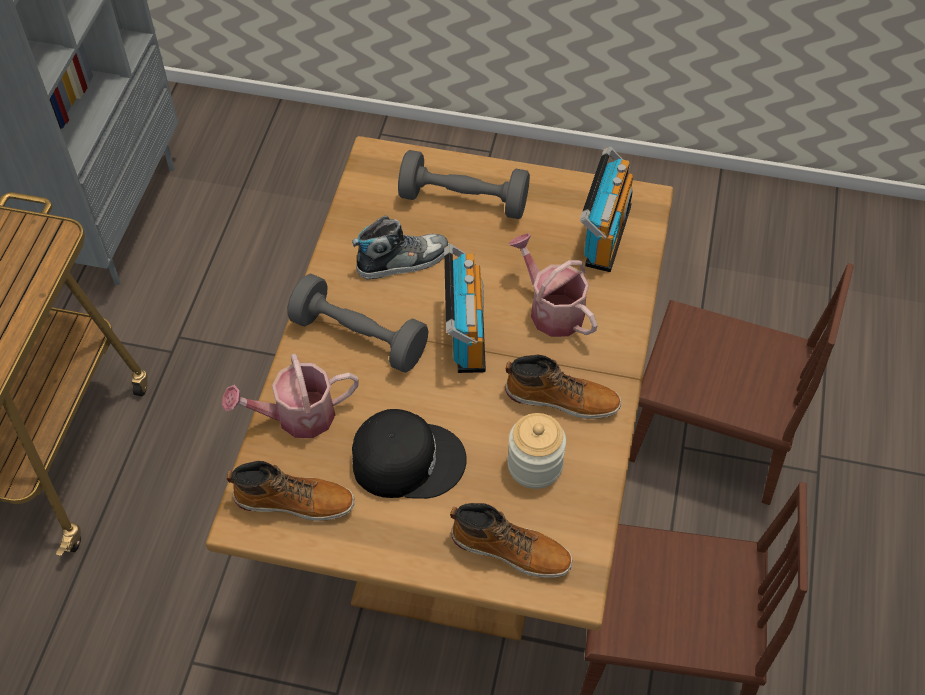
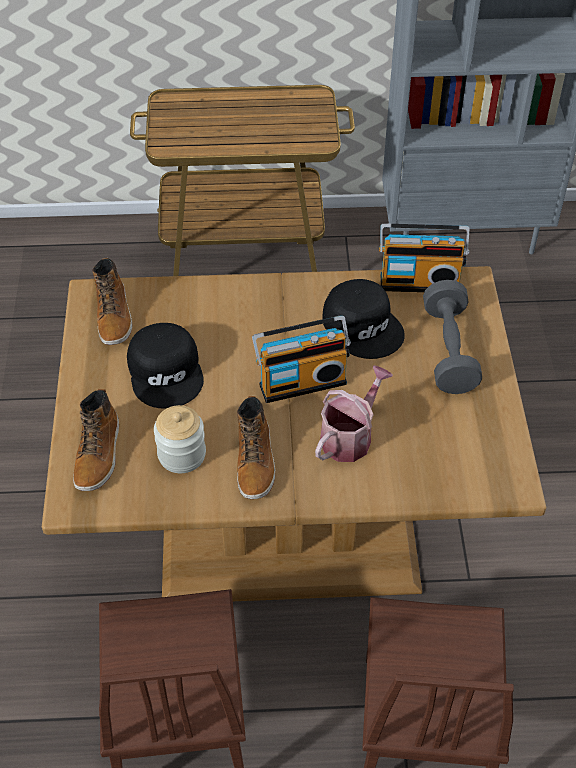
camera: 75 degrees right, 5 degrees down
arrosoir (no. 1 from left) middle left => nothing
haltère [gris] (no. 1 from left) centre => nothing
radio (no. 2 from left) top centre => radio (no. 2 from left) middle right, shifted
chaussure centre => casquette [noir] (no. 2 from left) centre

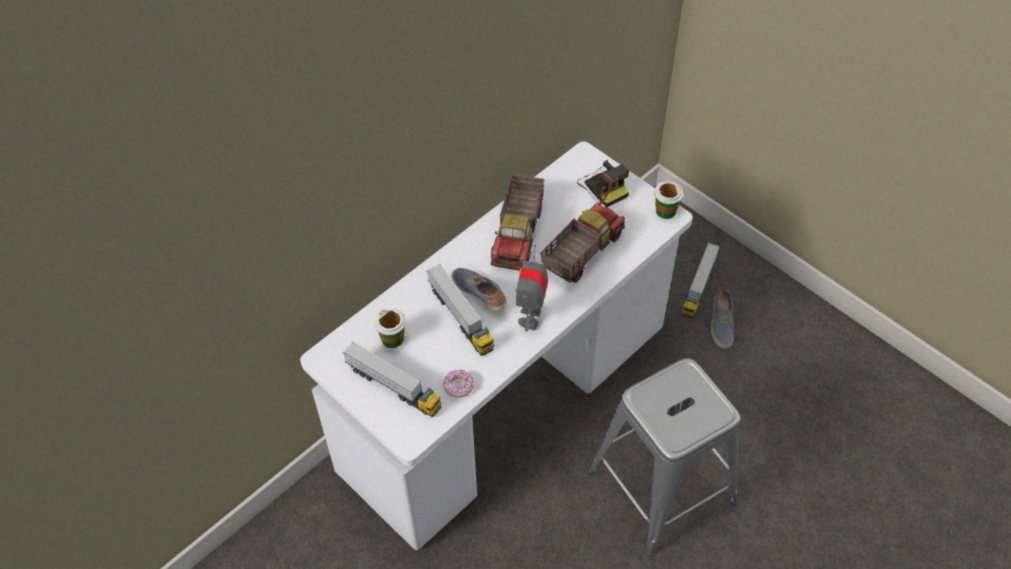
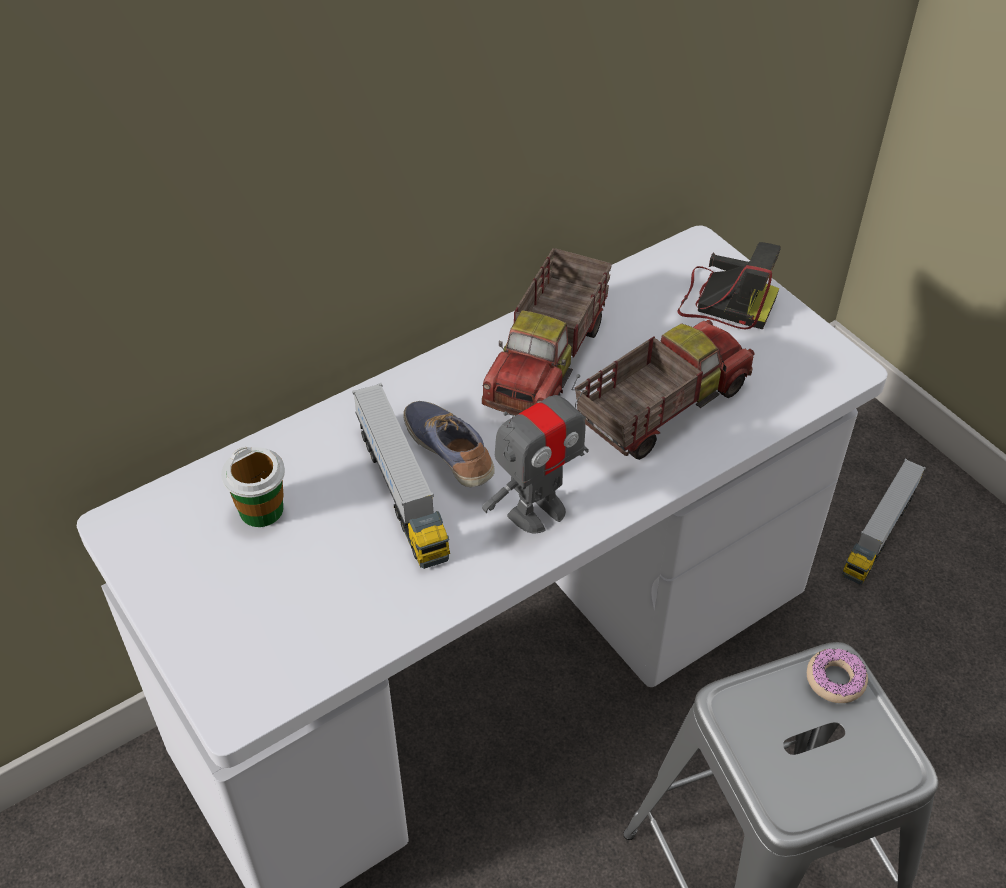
camera: 10 degrees right, 5 degrees down
camion jouet (no. 1 from left) centre => nothing
tasse (no. 2 from left) centre => nothing
chaussure (no. 2 from left) middle right => nothing
beignet bottom centre => beignet bottom right, shifted
robot jouet centre, 150 degrees counterclockwise
appareil photo top centre => appareil photo top right, 45 degrees counterclockwise

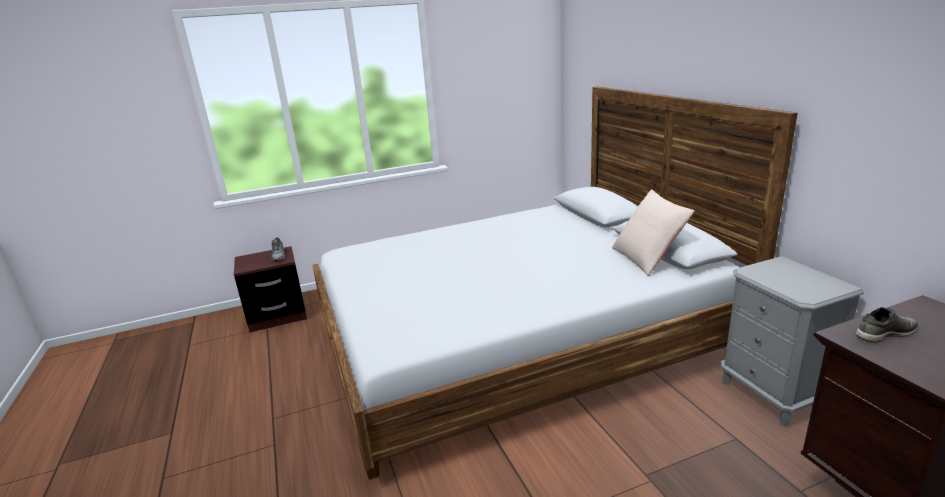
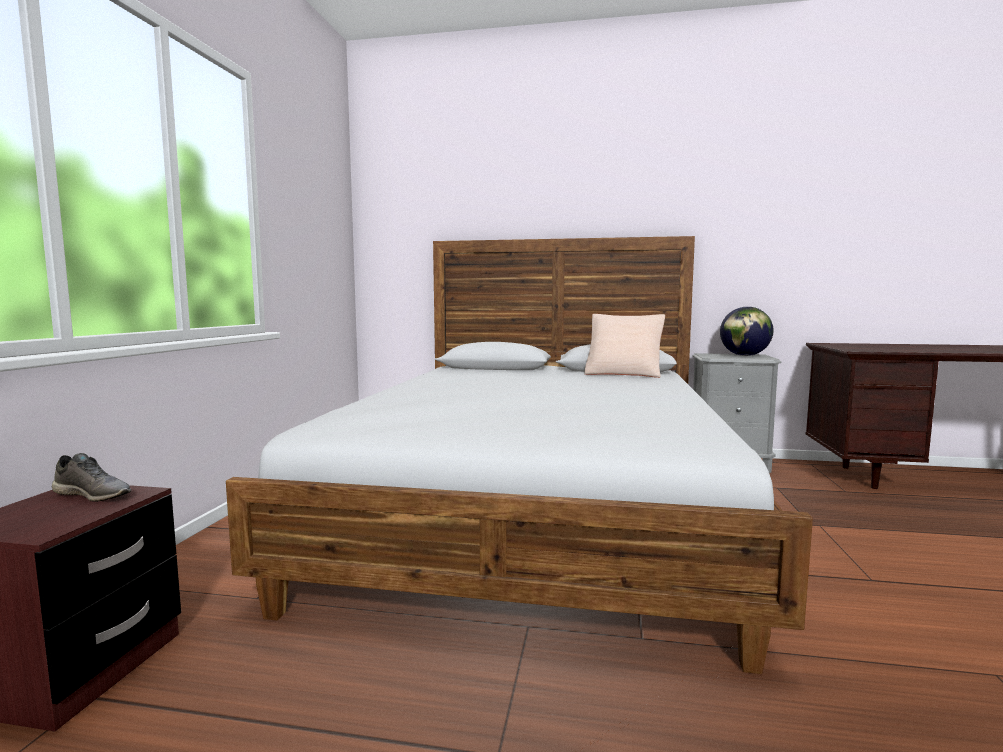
camera: 60 degrees left, 15 degrees down
chaussure [gris] (no. 2 from left) middle right => nothing
nothing => globe middle right

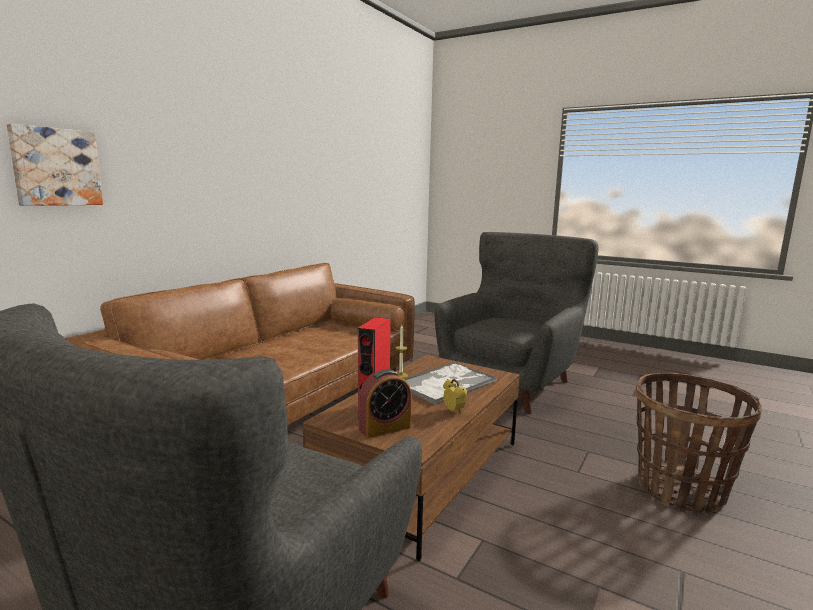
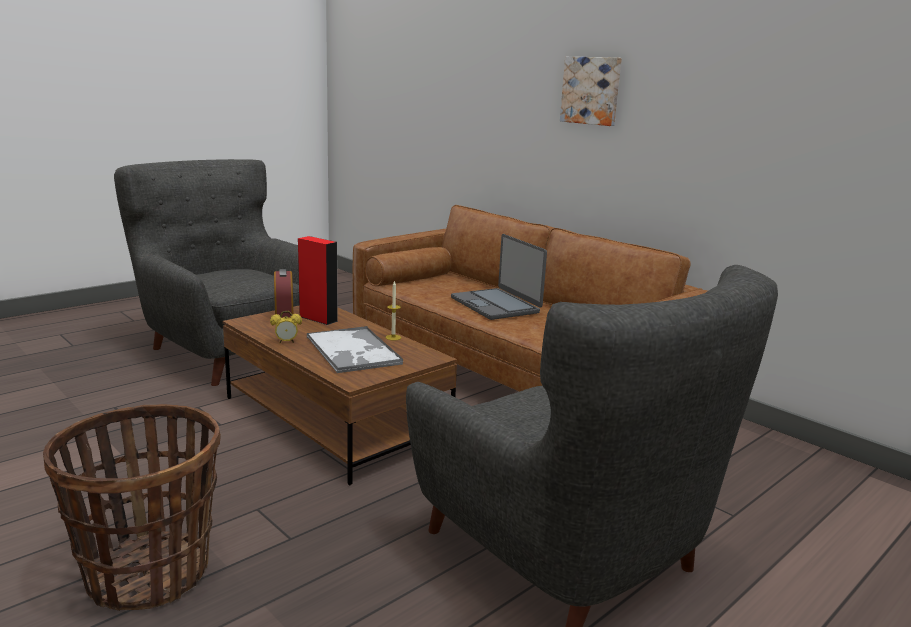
camera: 105 degrees right, 5 degrees up
nothing => ordinateur portable centre
tableau top left => tableau top centre, shifted

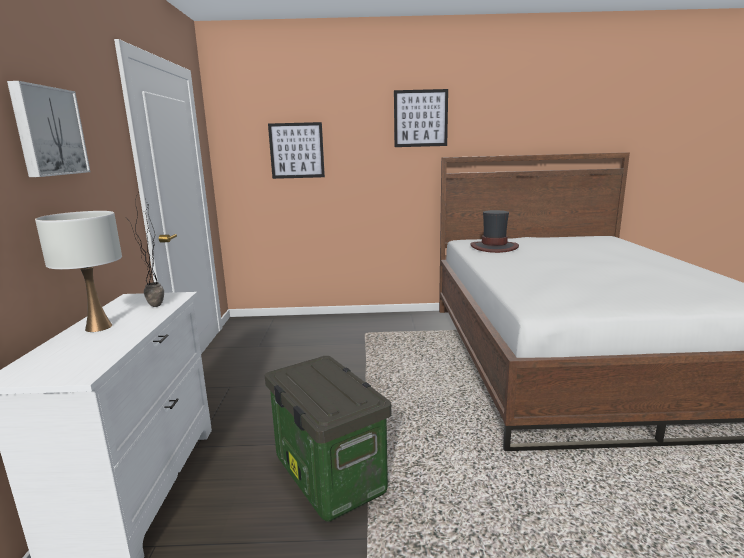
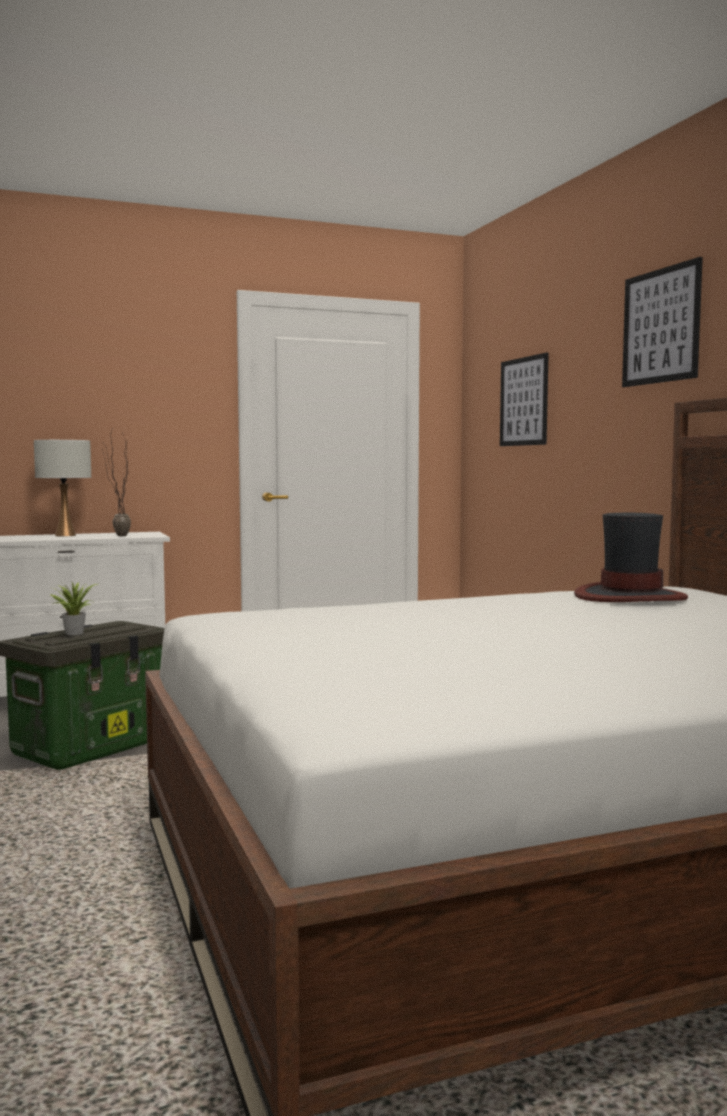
camera: 70 degrees right, 10 degrees down
tableau (no. 1 from left) top left => nothing
nothing => plante en pot (no. 1 from left) middle left

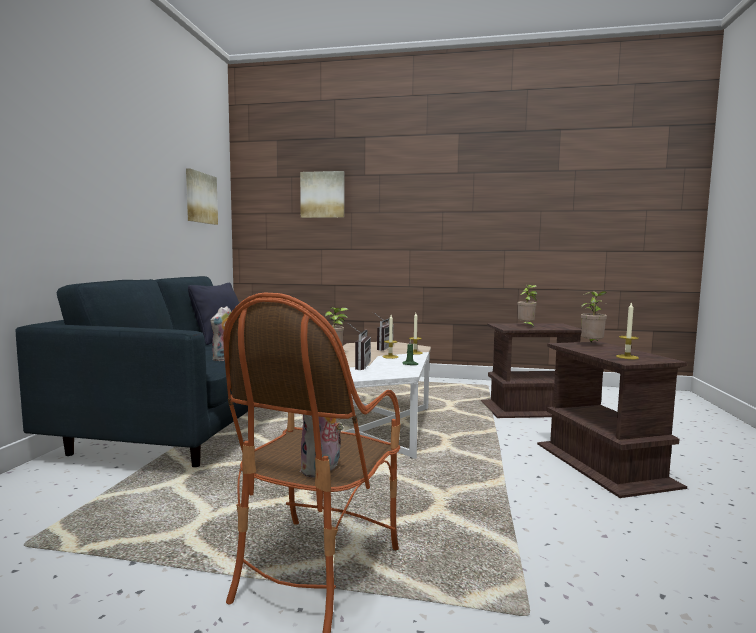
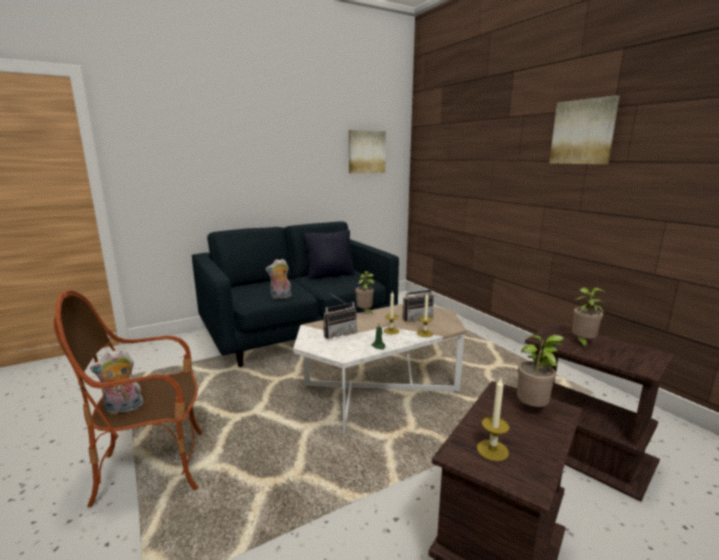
camera: 50 degrees right, 10 degrees up
tableau (no. 2 from left) top centre => tableau (no. 2 from left) top right, shifted

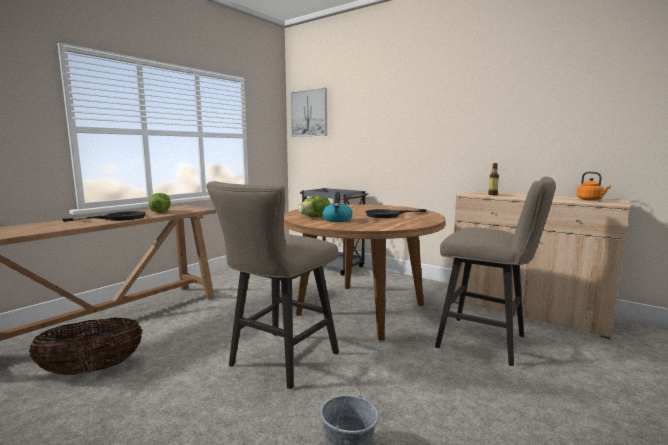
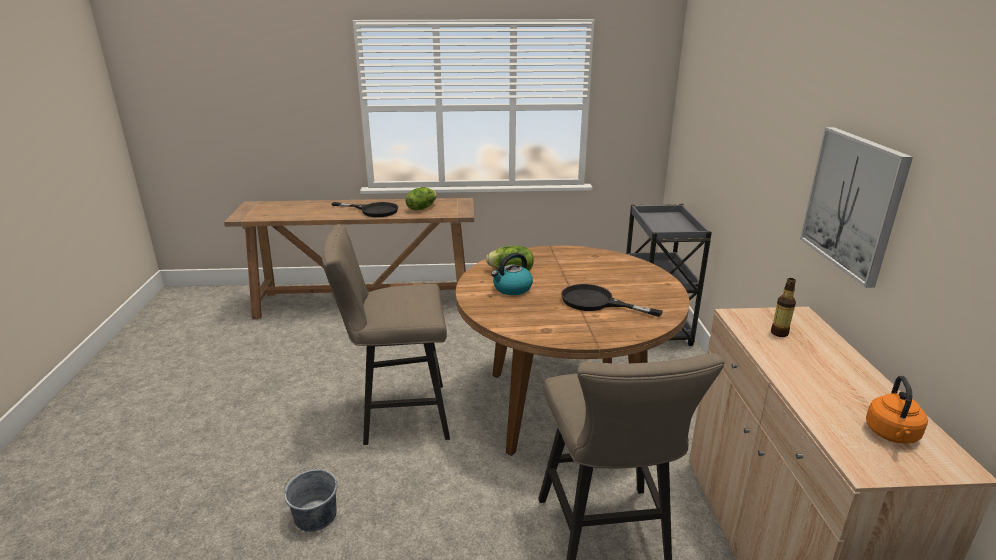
camera: 50 degrees right, 15 degrees up
panier bottom left => nothing
tableau top centre => tableau middle right, shifted

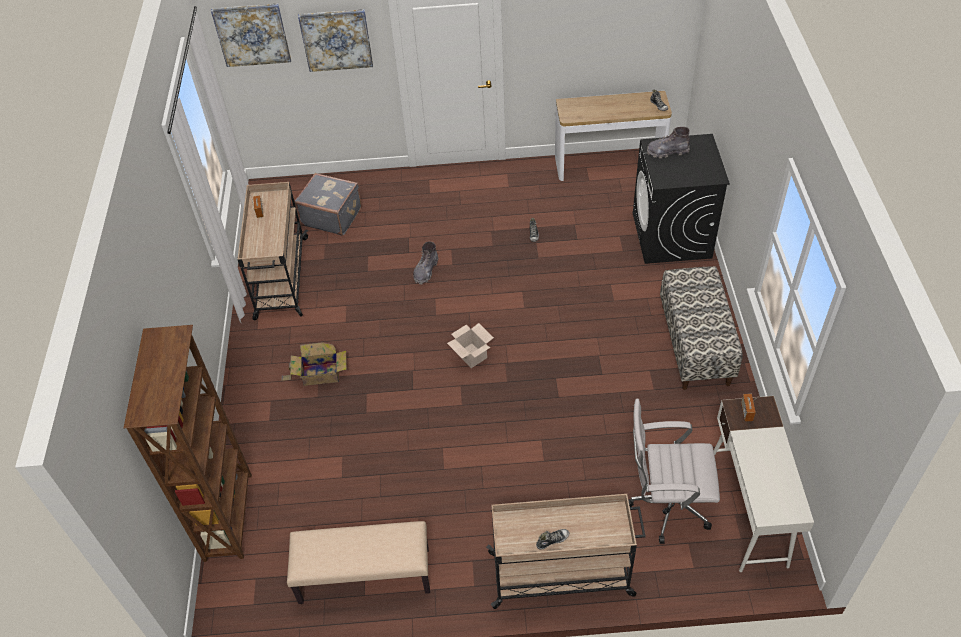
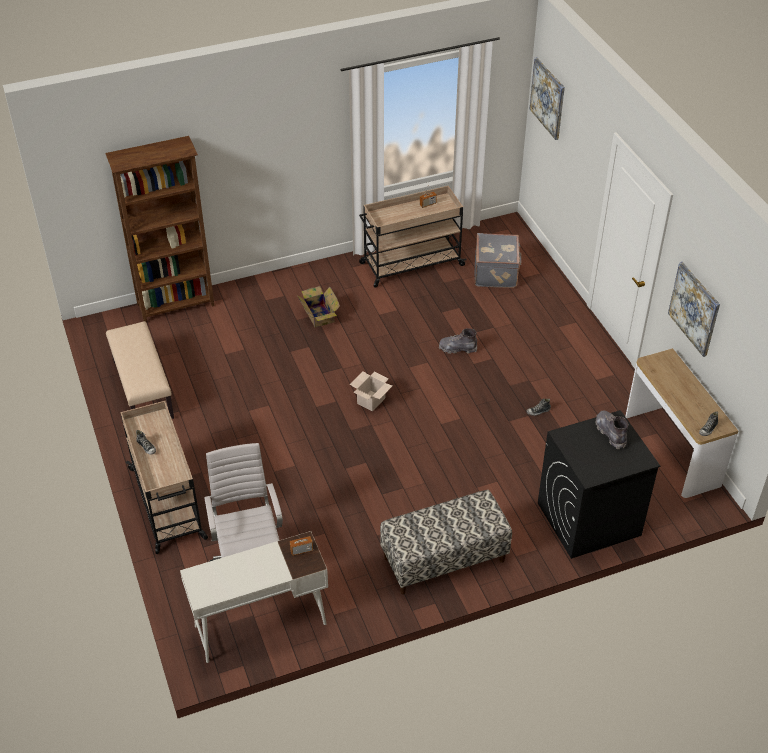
camera: 70 degrees right, 5 degrees down
tableau (no. 2 from left) top centre => tableau (no. 2 from left) middle right, shifted

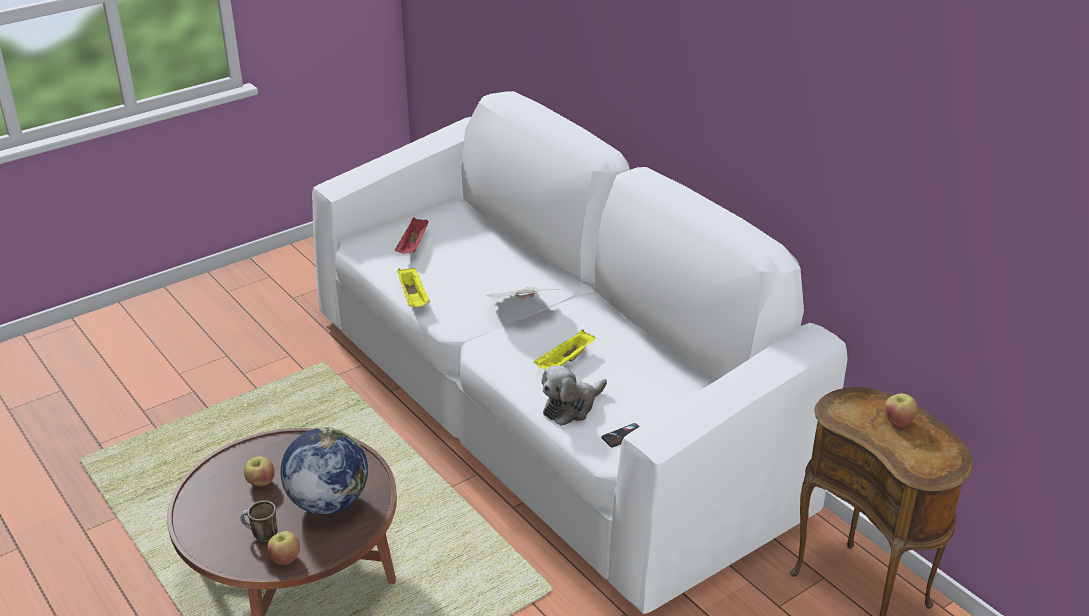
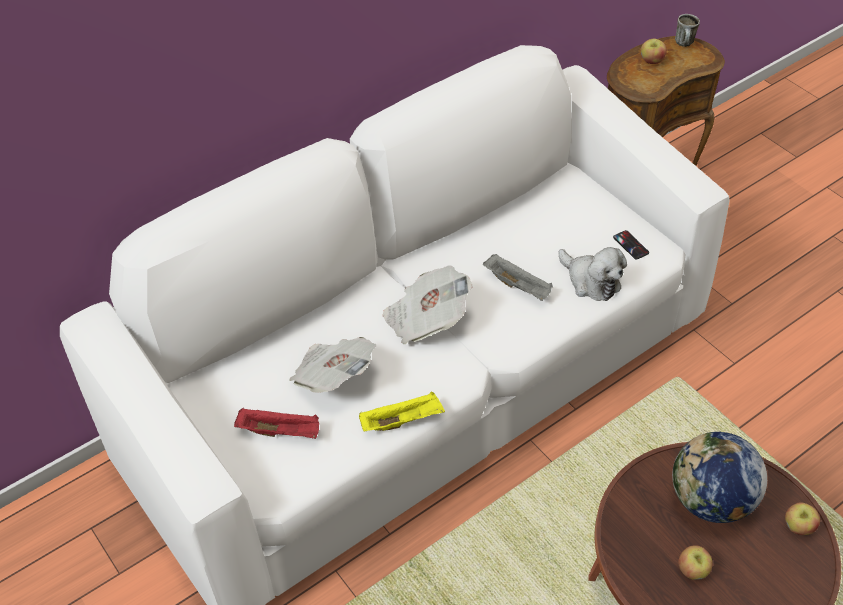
camera: 90 degrees left, 15 degrees up
nothing => journal (no. 1 from left) centre
mug bottom left => mug top right, shifted
plateau [jaune] (no. 2 from left) centre => plateau [gris] centre

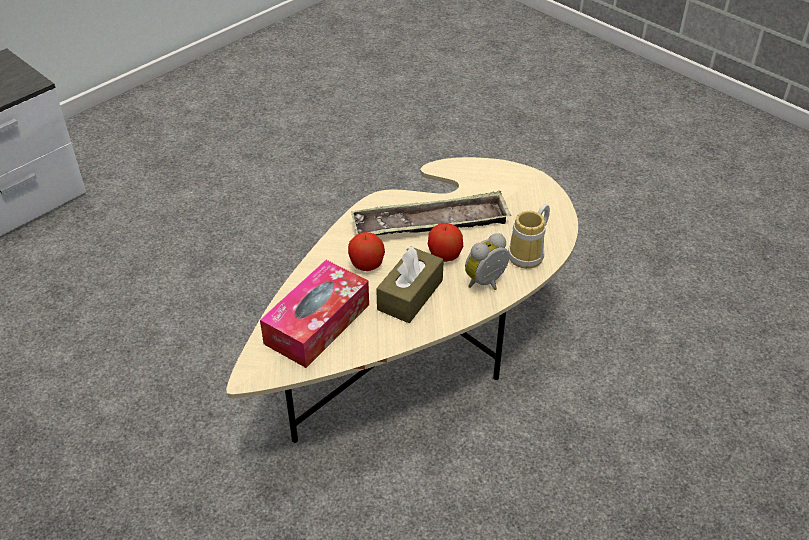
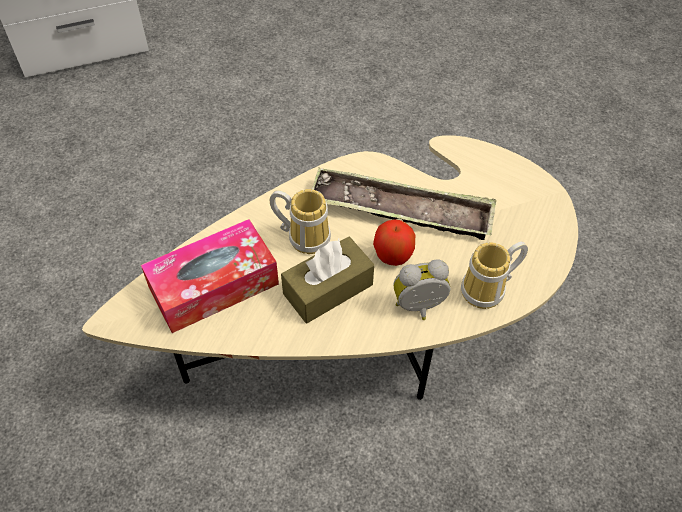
camera: 25 degrees right, 10 degrees up
pomme (no. 1 from left) centre => mug (no. 1 from left) centre

